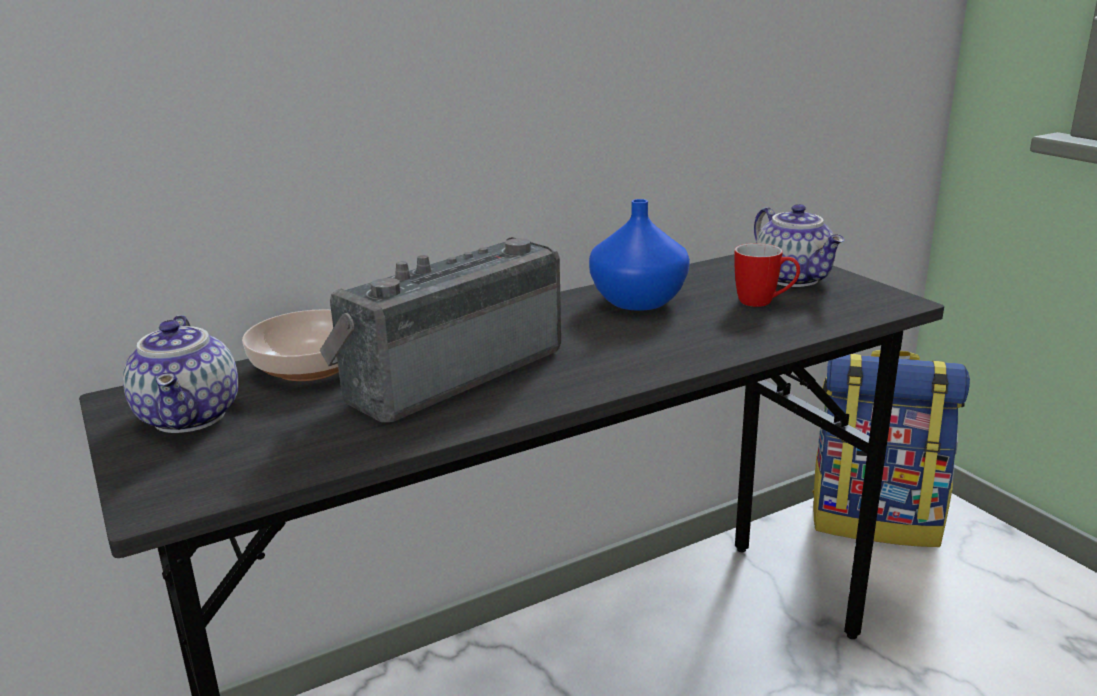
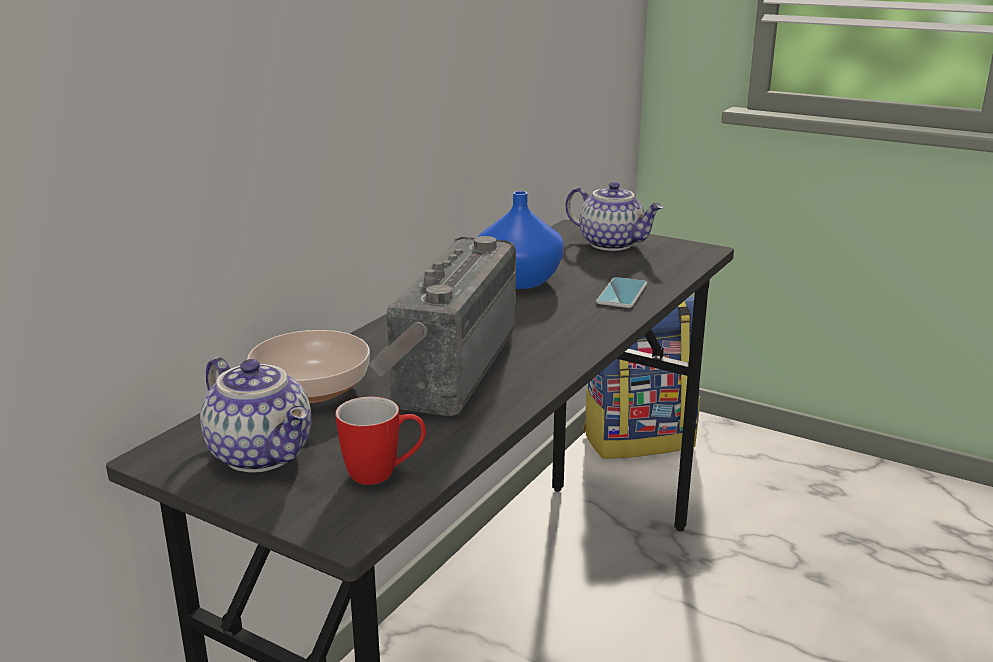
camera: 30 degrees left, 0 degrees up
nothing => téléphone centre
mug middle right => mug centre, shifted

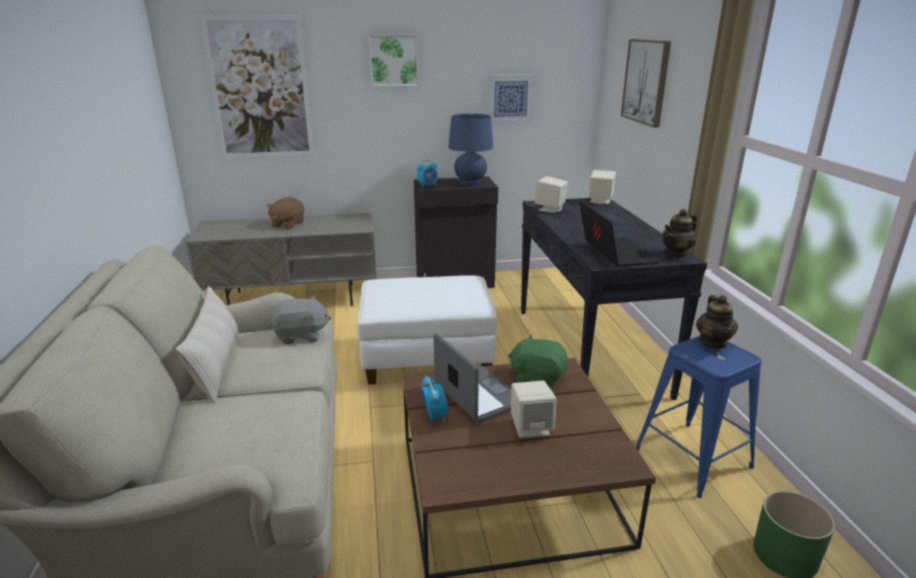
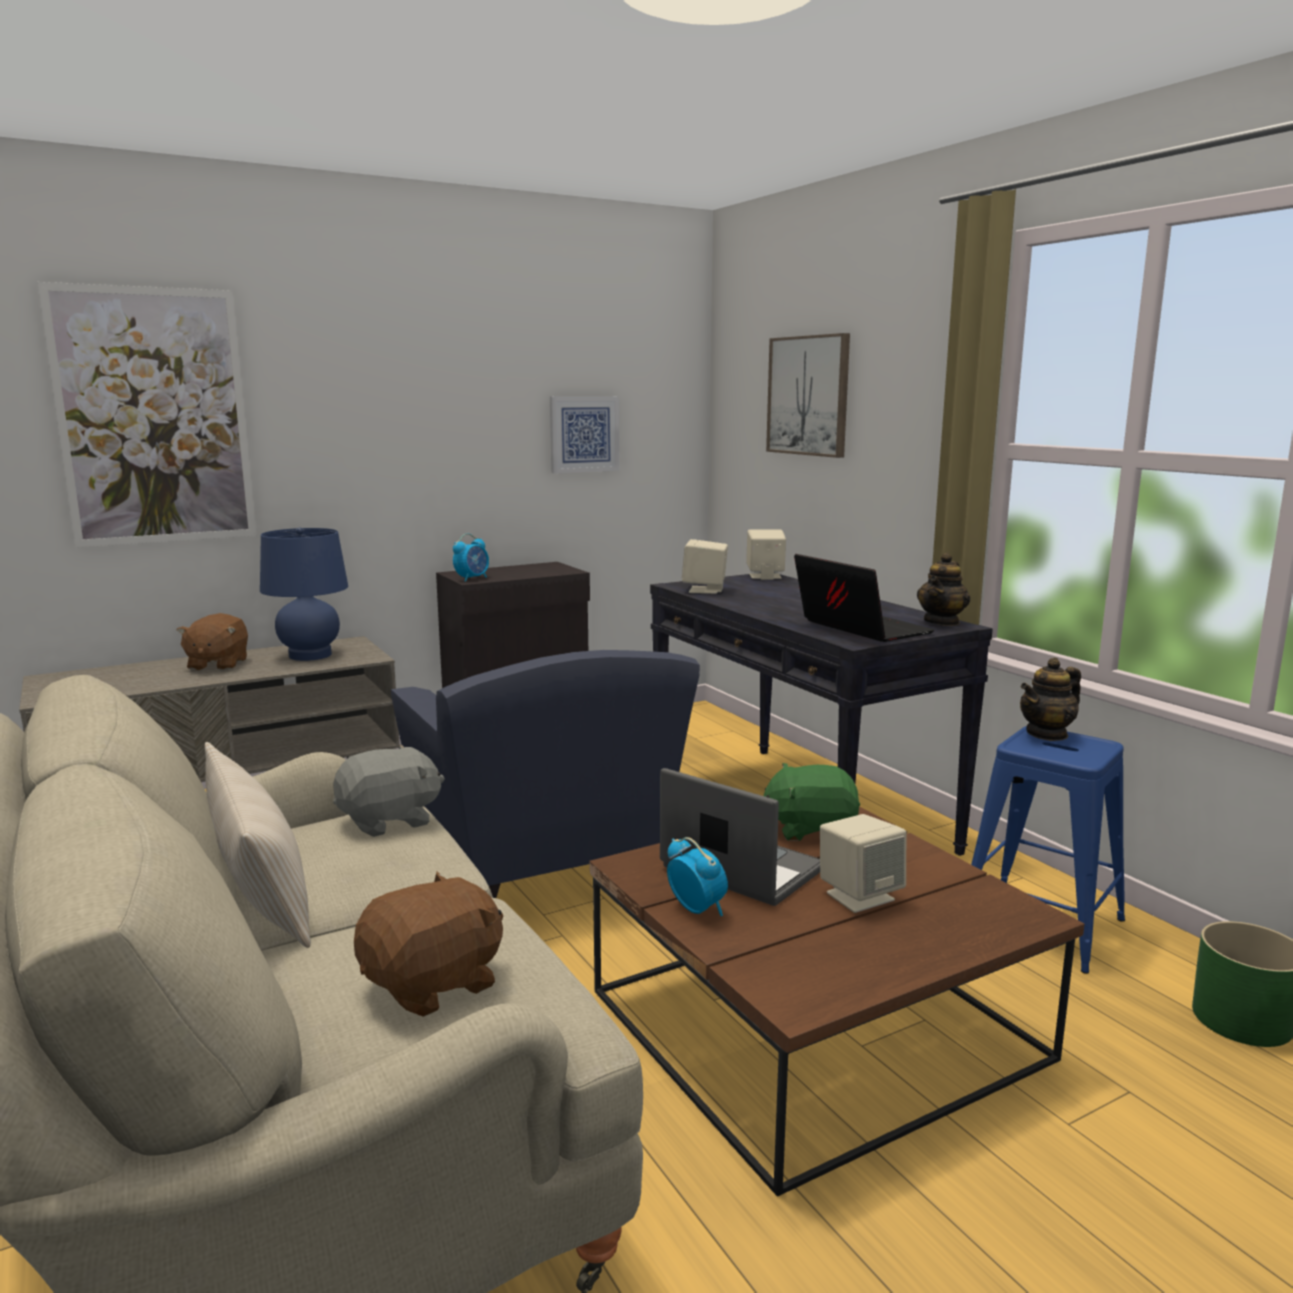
camera: 20 degrees left, 10 degrees down
tableau (no. 2 from left) top centre => nothing
nothing => peluche [marron] (no. 2 from left) bottom left
lampe de table [bleu] top centre => lampe de table [bleu] middle left, shifted
pouf [blanc] centre => fauteuil [bleu] centre
théière (no. 2 from left) middle right, 75 degrees clockwise

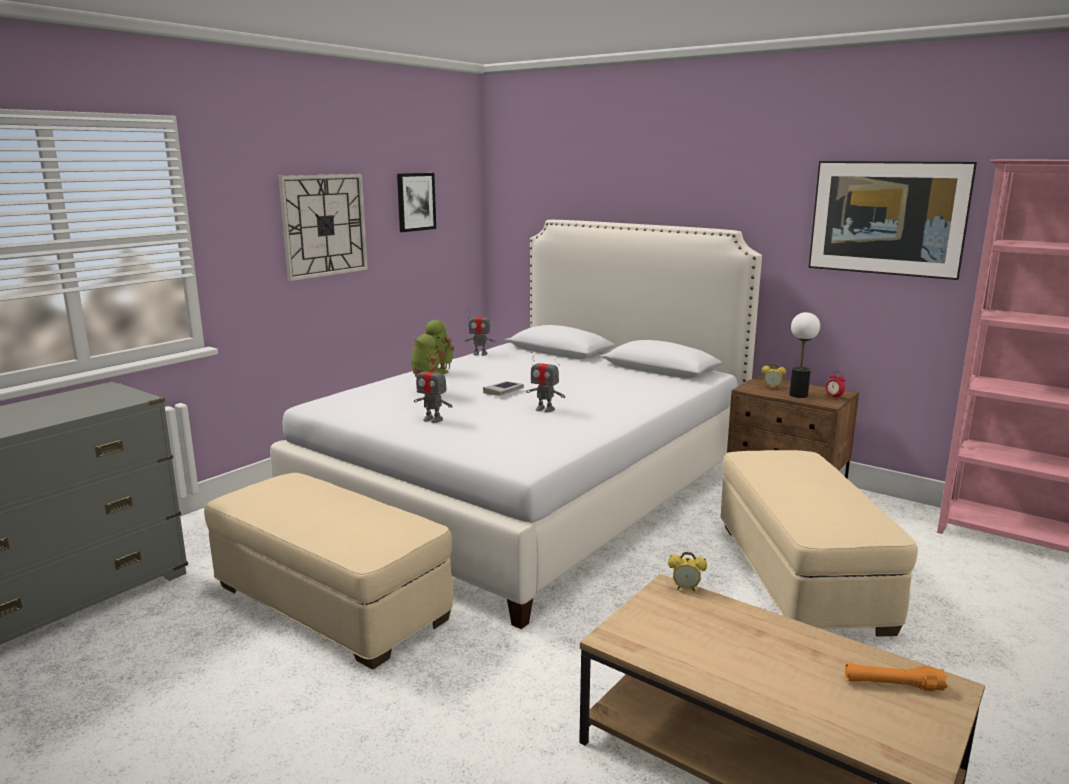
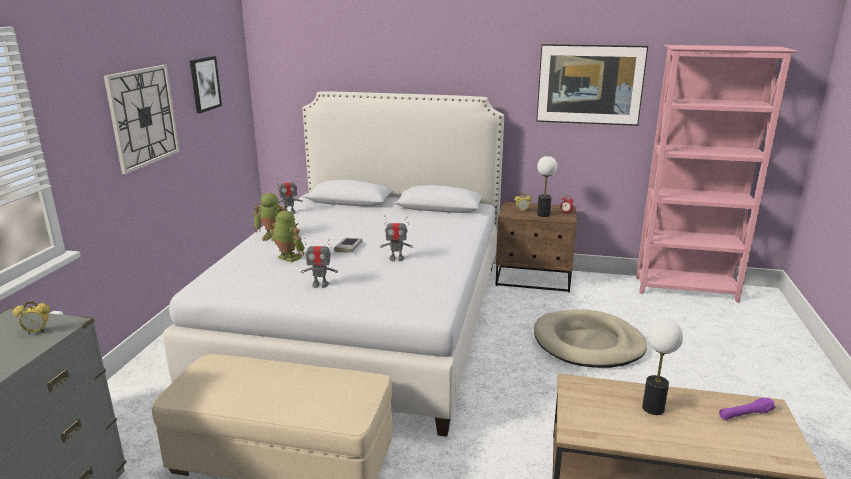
camera: 25 degrees left, 5 degrees up
nothing => lampe de table (no. 2 from left) bottom right
réveil (no. 1 from left) bottom centre => réveil (no. 1 from left) middle left, shifted
pouf [beige] (no. 2 from left) bottom right => panier pour chien [beige] bottom right
lampe de poche [orange] bottom right => lampe de poche [violet] bottom right

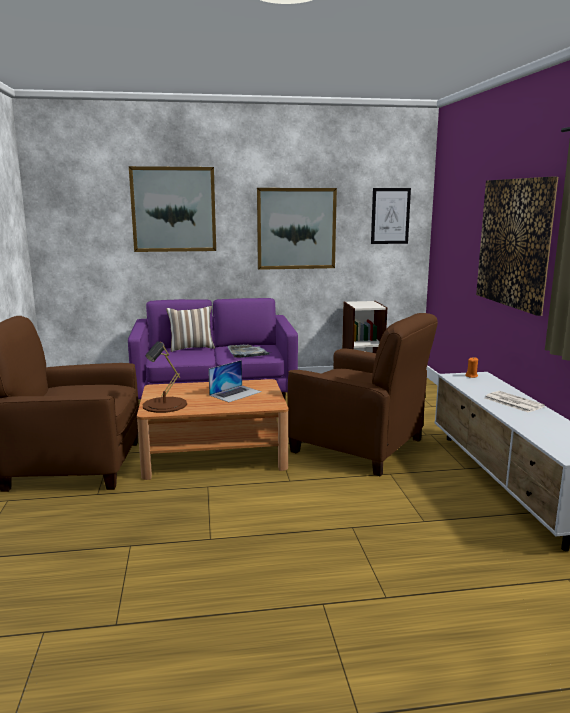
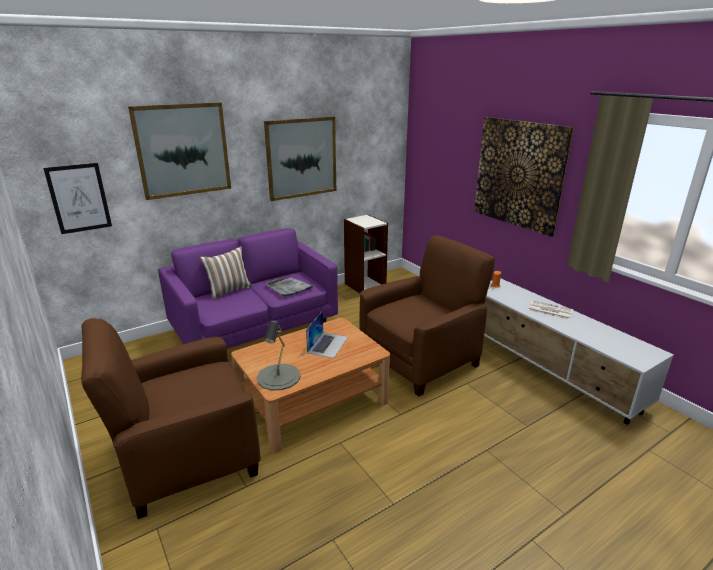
camera: 25 degrees left, 10 degrees up
tableau (no. 3 from left in the first image) top right => tableau (no. 1 from left) middle left, shifted
lampe de table [marron] middle left => lampe de table [gris] centre
fauteuil [marron] (no. 2 from left) centre, 45 degrees counterclockwise

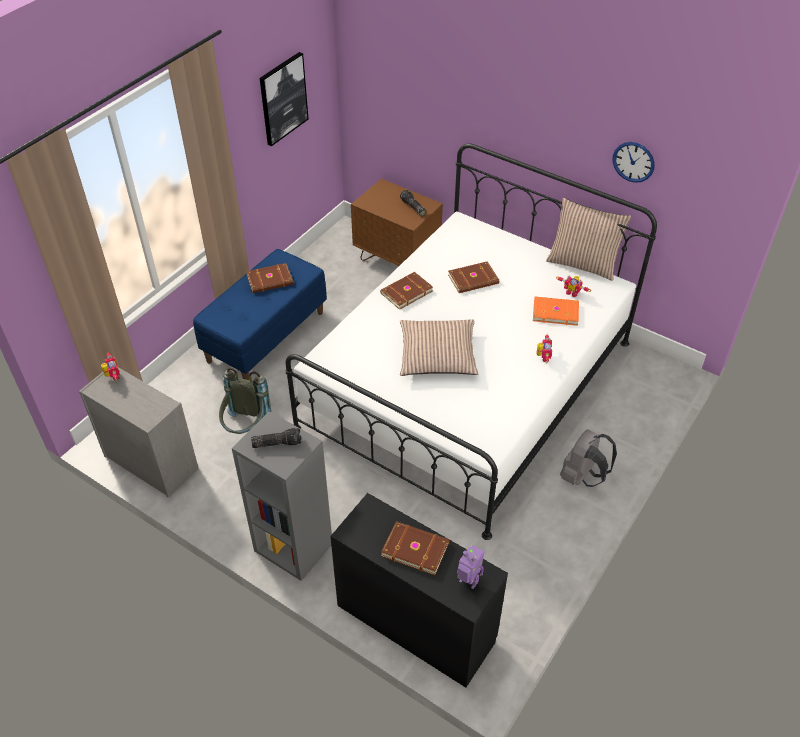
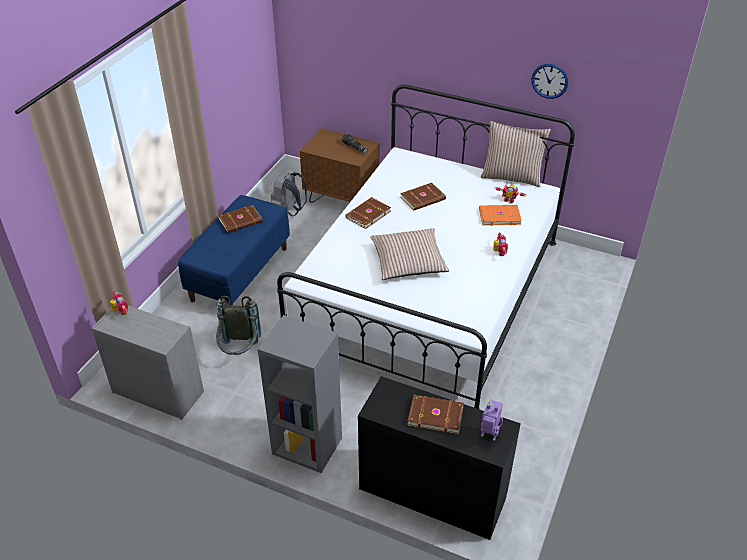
camera: 10 degrees left, 5 degrees down
lampe de poche (no. 1 from left) centre => nothing
tableau top centre => nothing
sac à dos [gris] (no. 2 from left) middle right => sac à dos [gris] (no. 2 from left) centre, shifted

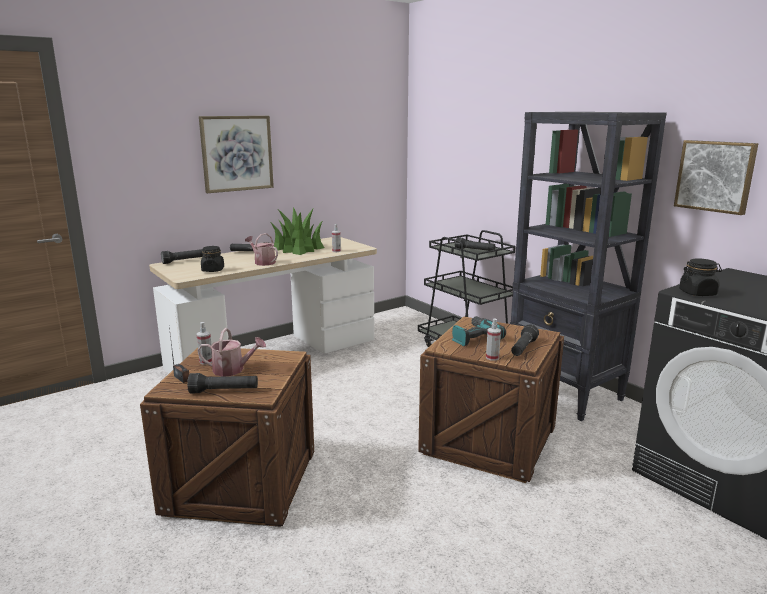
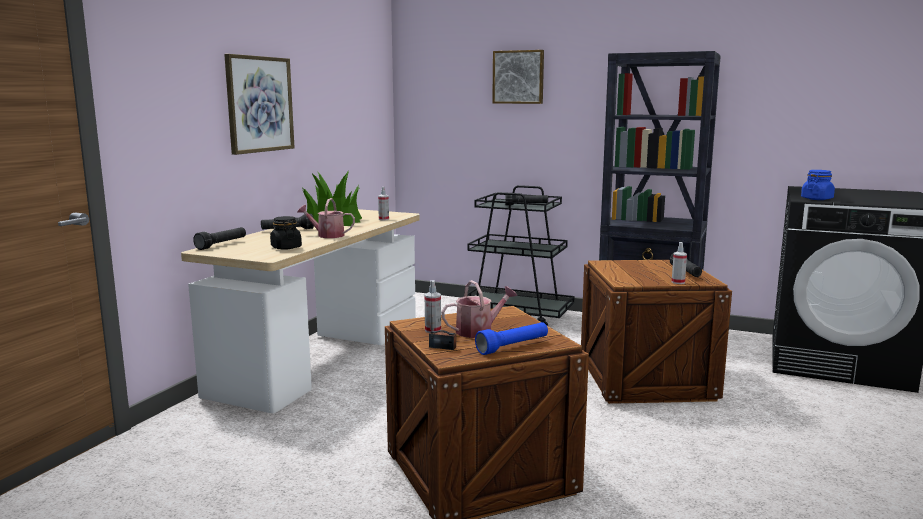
camera: 30 degrees left, 5 degrees down
perceuse centre => nothing
tableau (no. 2 from left) top right => tableau (no. 2 from left) top centre, shifted
lampe de poche [noir] (no. 2 from left) middle left => lampe de poche [bleu] centre
bocal [noir] (no. 2 from left) middle right => bocal [bleu] middle right

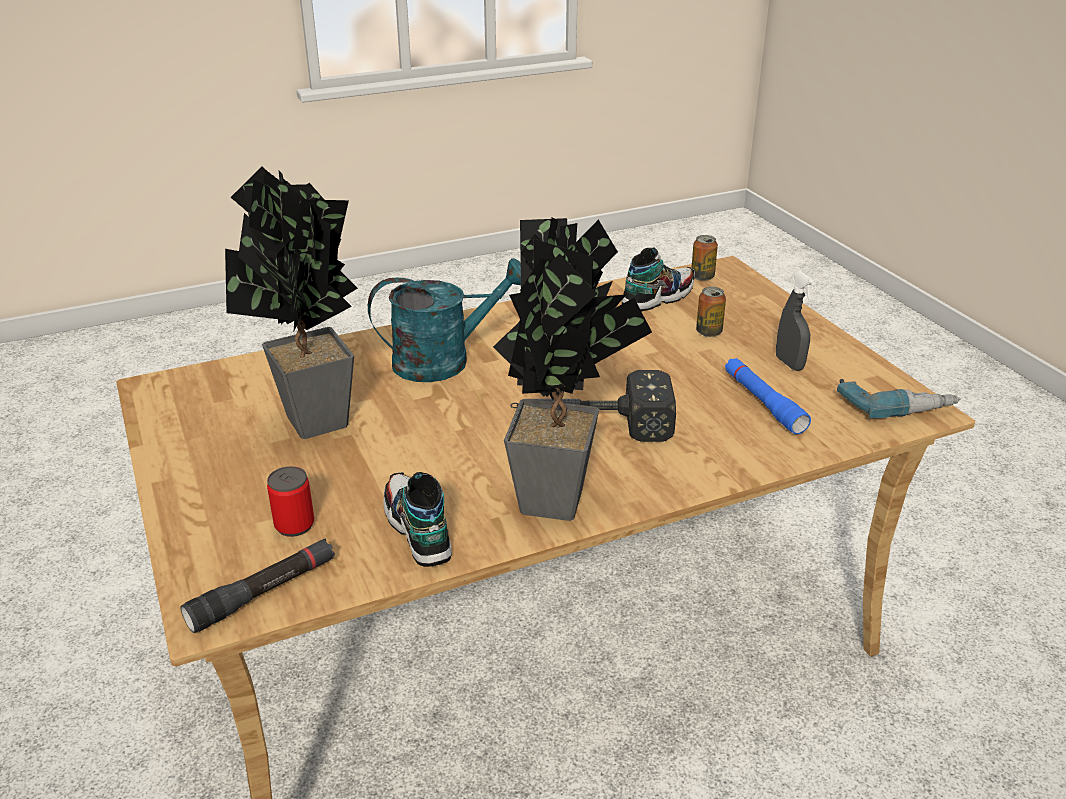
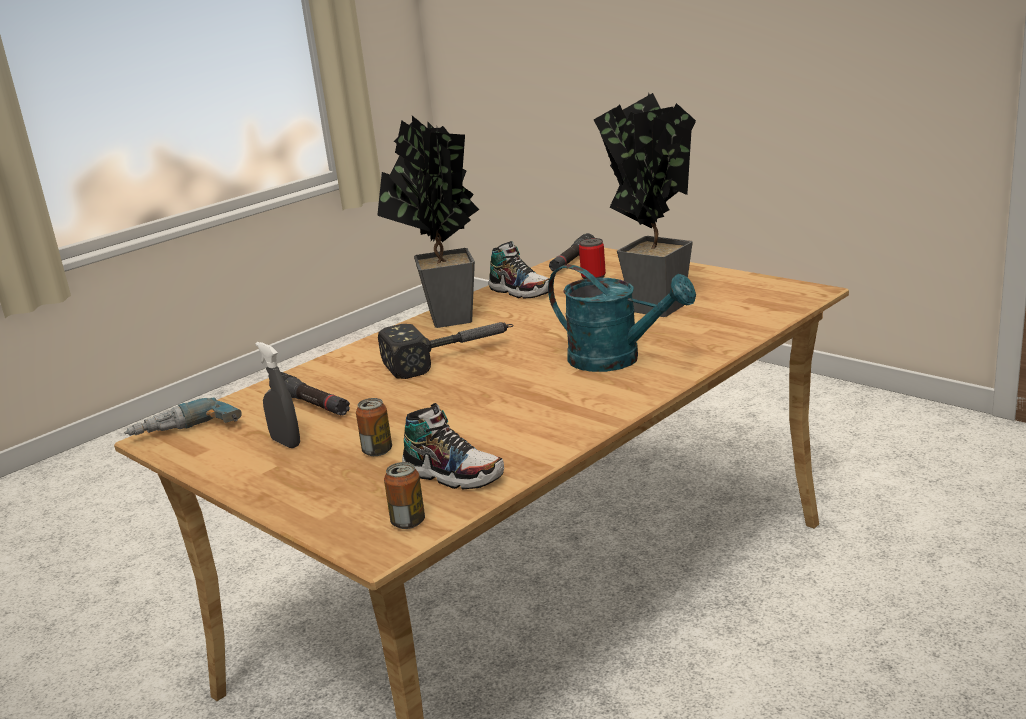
camera: 160 degrees right, 10 degrees down
lampe de poche [bleu] middle right => lampe de poche [noir] (no. 1 from left) middle left
arrosoir [turquoise] centre, 105 degrees counterclockwise
chaussure (no. 2 from left in the first image) centre => chaussure (no. 1 from left) centre, 90 degrees counterclockwise

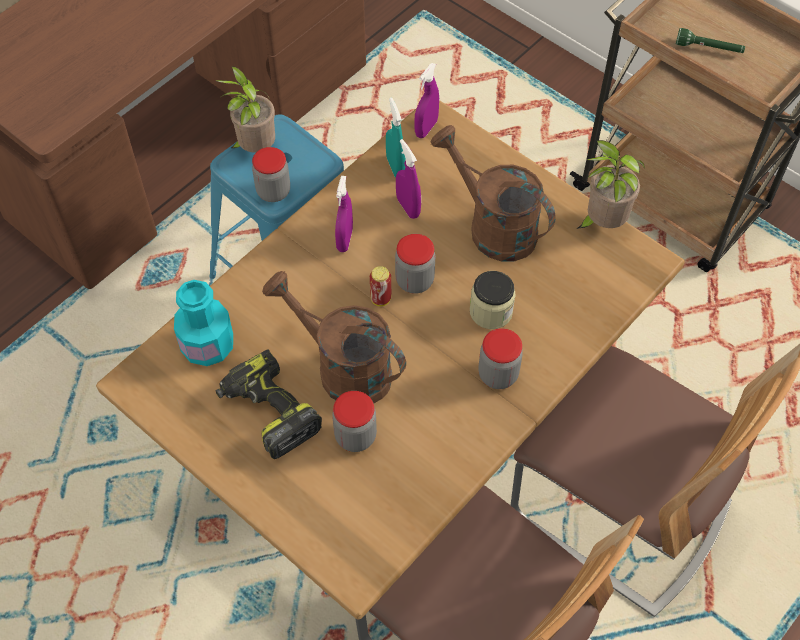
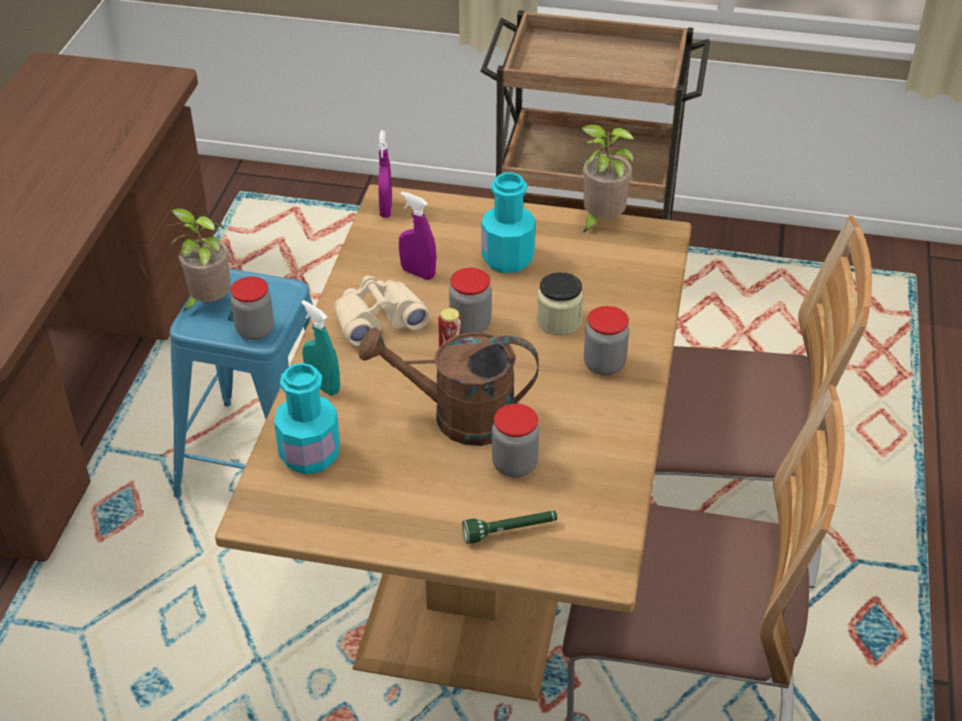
camera: 30 degrees left, 15 degrees down
perceuse centre => nothing
vaporisateur [turquoise] top centre => vaporisateur [turquoise] middle left, shifted
lampe de poche [vert] top right => lampe de poche [vert] bottom centre, shifted
vaporisateur [violet] (no. 1 from left) centre => jumelles [beige] centre
arrosoir [marron] (no. 2 from left) top centre => bouteille [turquoise] (no. 2 from left) top centre

